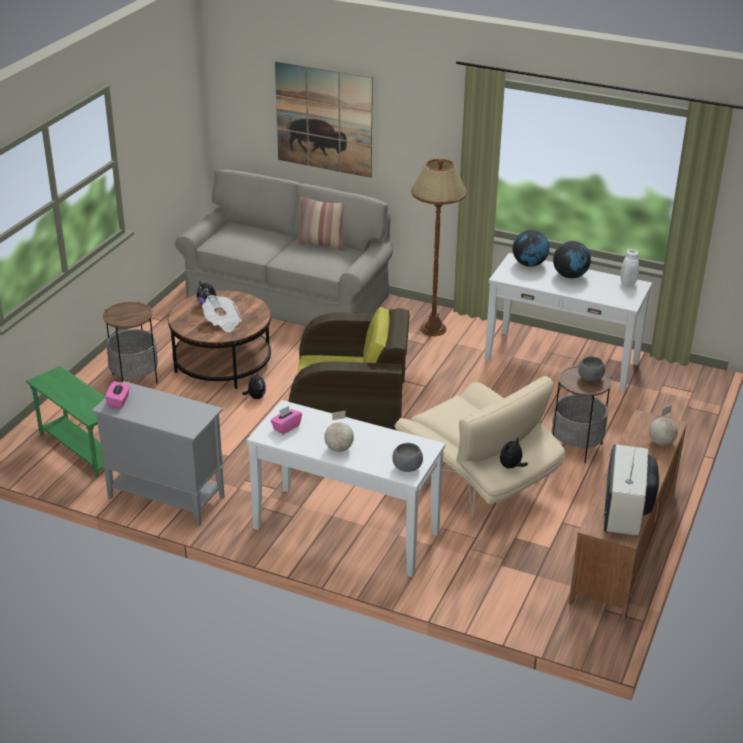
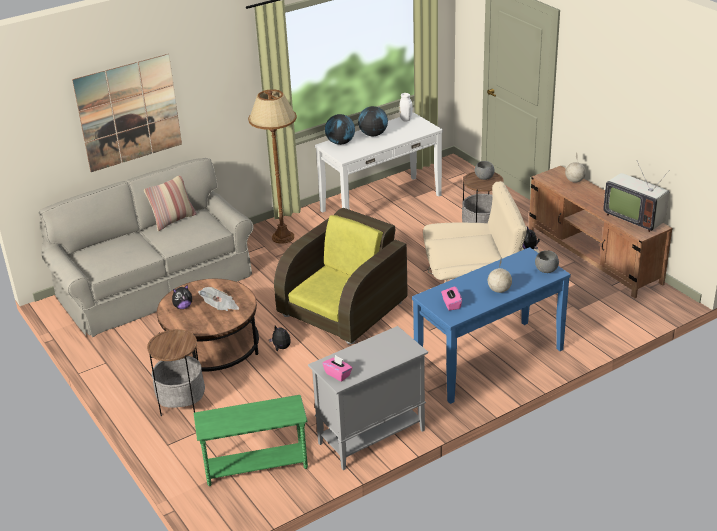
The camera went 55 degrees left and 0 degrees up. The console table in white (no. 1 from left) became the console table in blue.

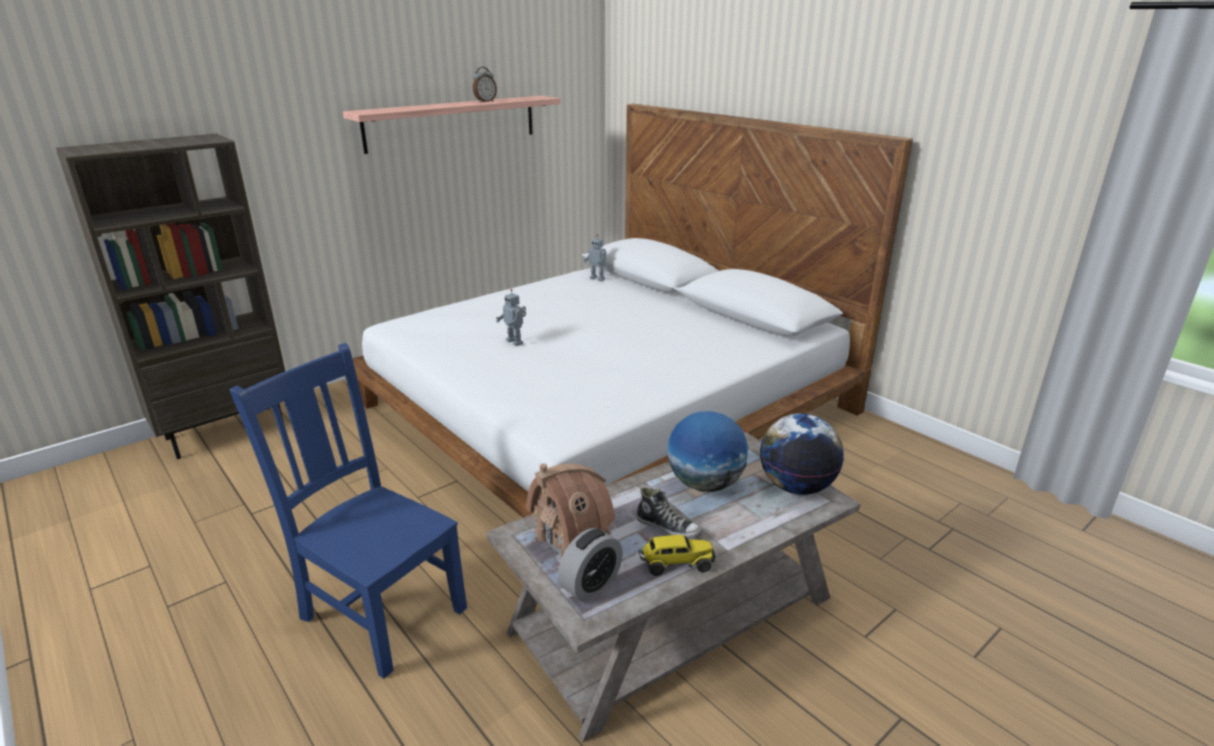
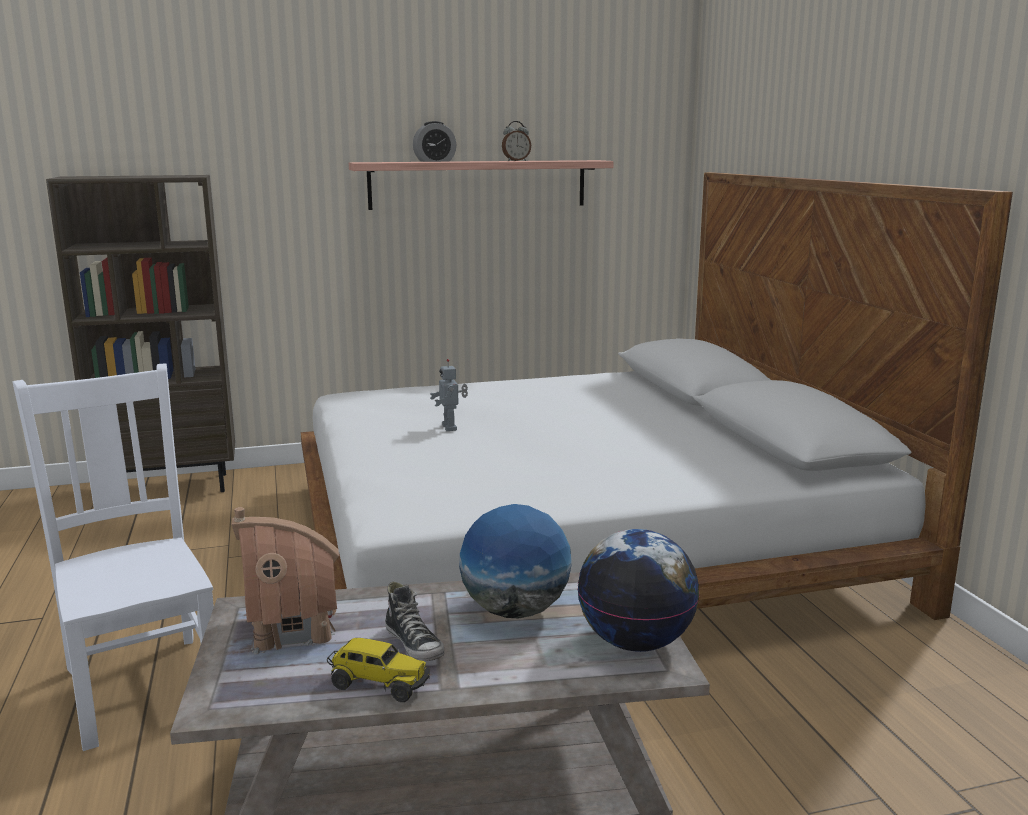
The camera went 25 degrees right and 10 degrees down. The toy robot (no. 2 from left) disappeared. The alarm clock (no. 2 from left in the first image) moved. The chair in blue became the chair in white.

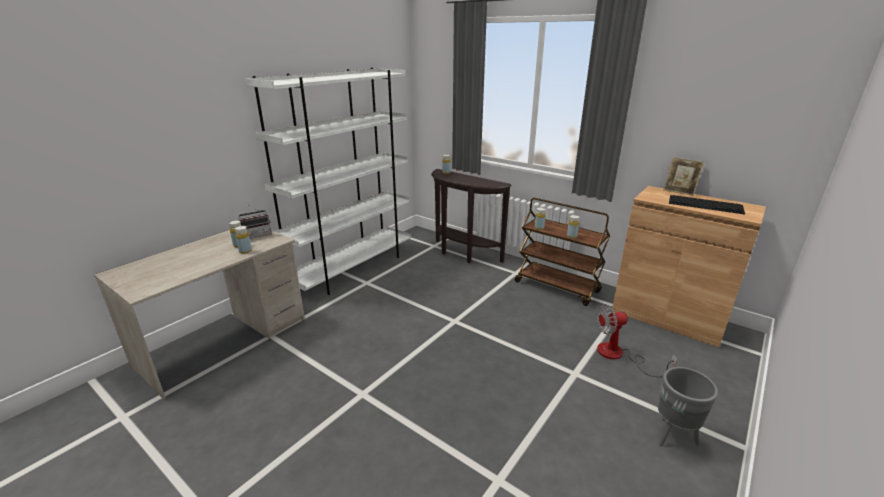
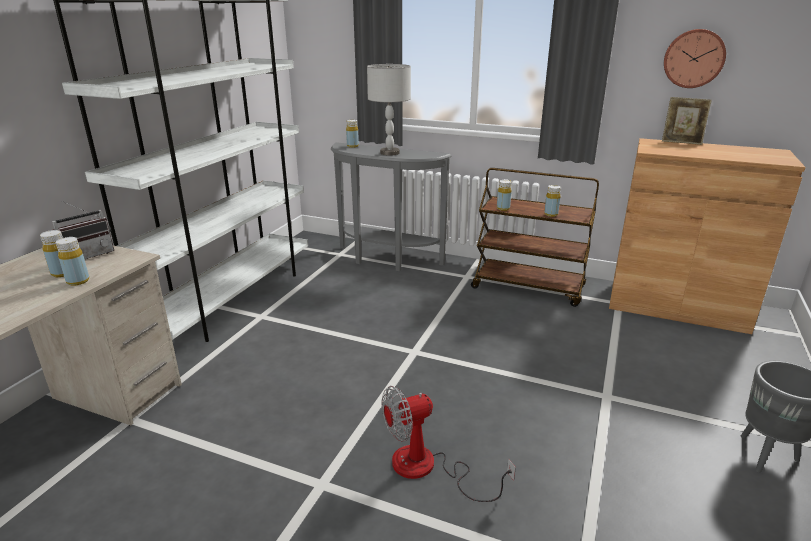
The camera went 15 degrees left and 0 degrees up. The keyboard disappeared. The table lamp in grey appeared. The wall clock appeared. The fan moved. The console table in brown became the console table in grey.

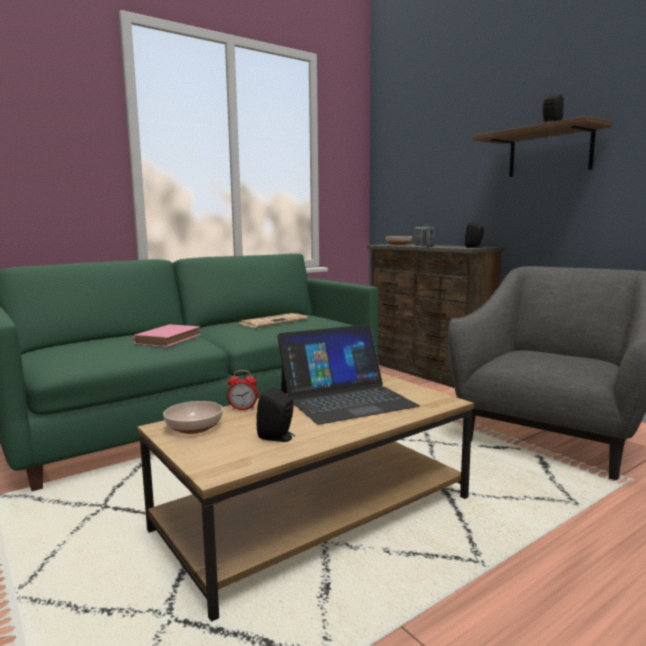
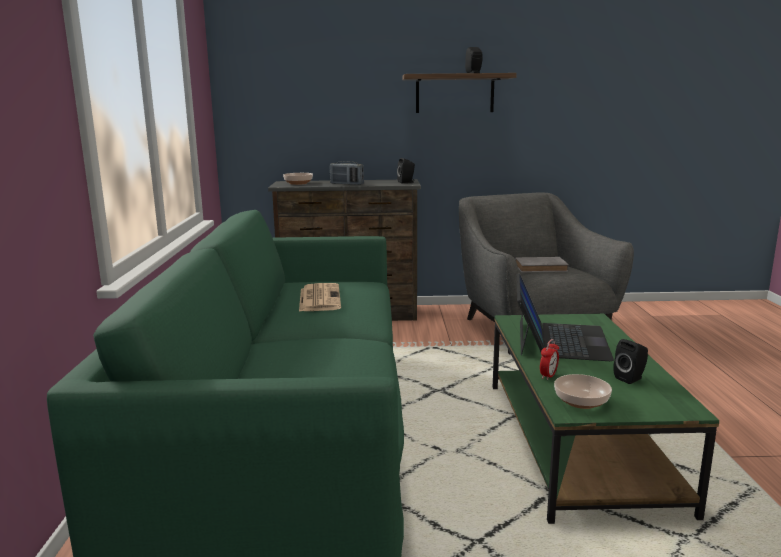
The camera went 55 degrees left and 5 degrees up. The book in pink disappeared. The book in grey appeared. The coffee table in brown became the coffee table in green.

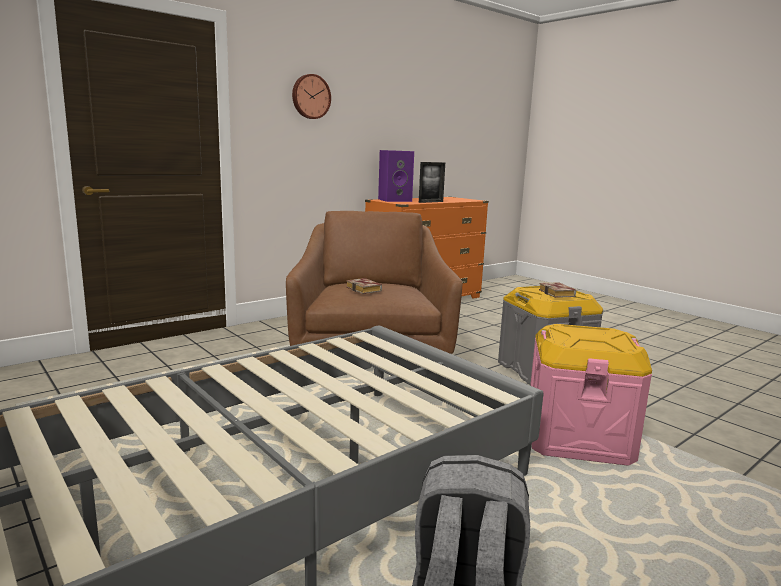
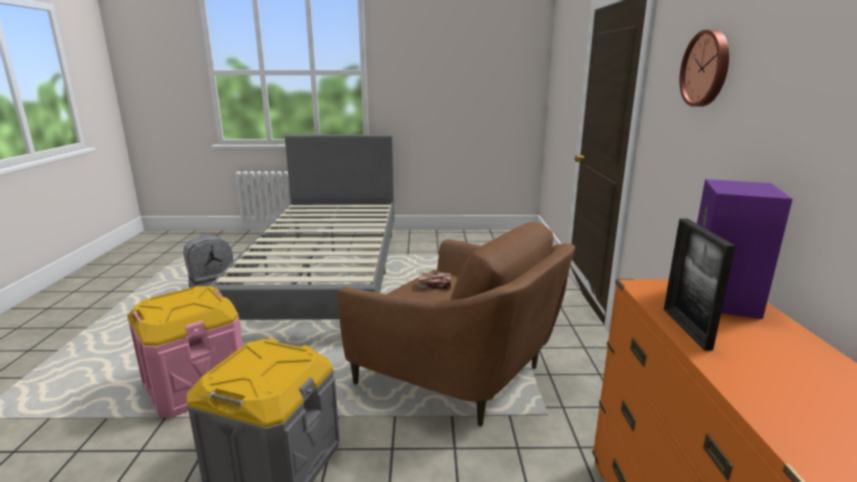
The camera went 130 degrees right and 5 degrees up. The book (no. 2 from left) disappeared.

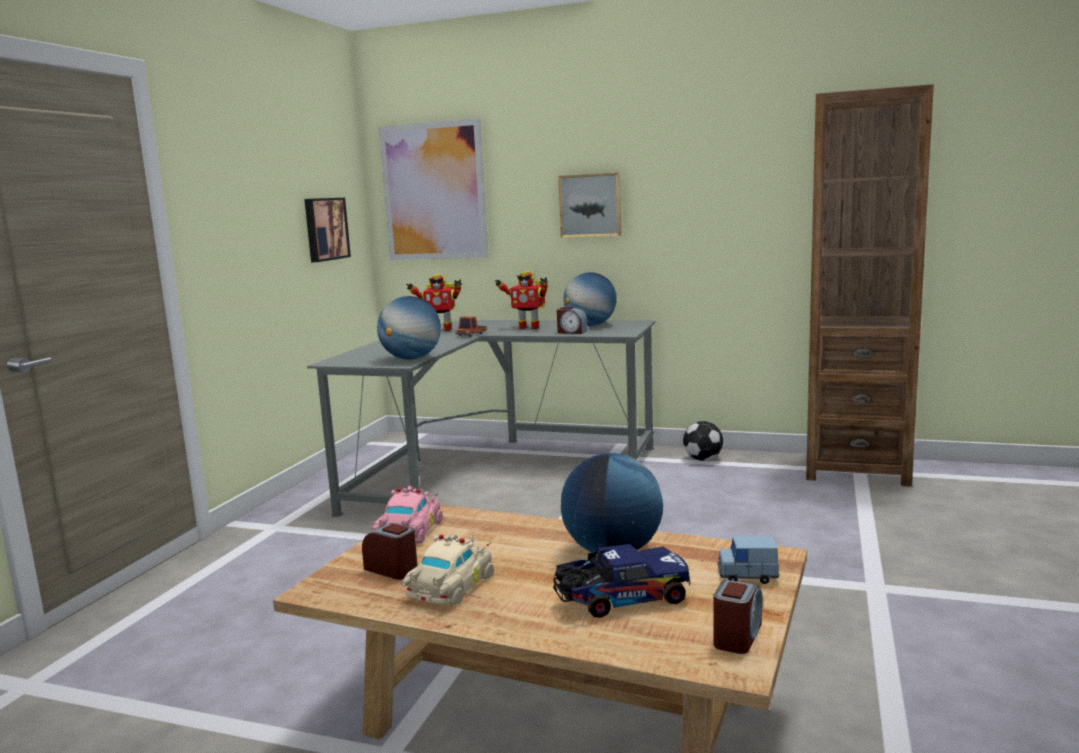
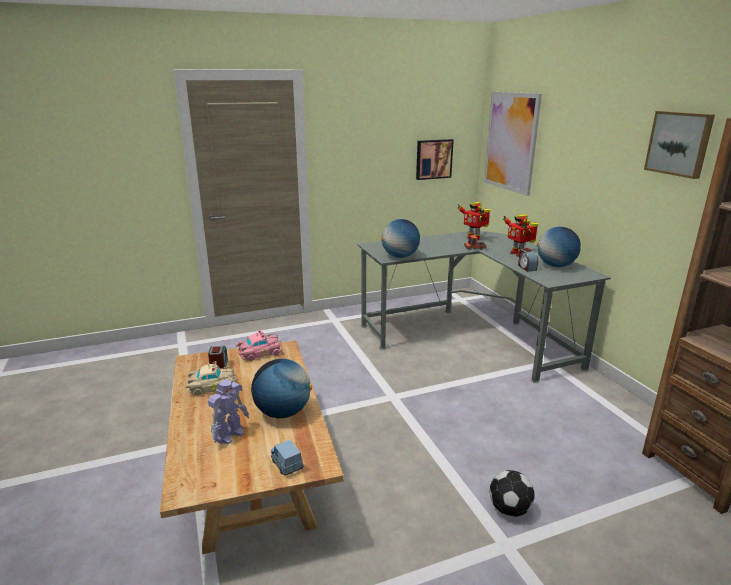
The camera went 50 degrees right and 10 degrees up. The alarm clock (no. 3 from left) disappeared. The picture (no. 3 from left) moved. The football moved. The toy truck (no. 2 from left) was replaced by the toy robot (no. 1 from left).

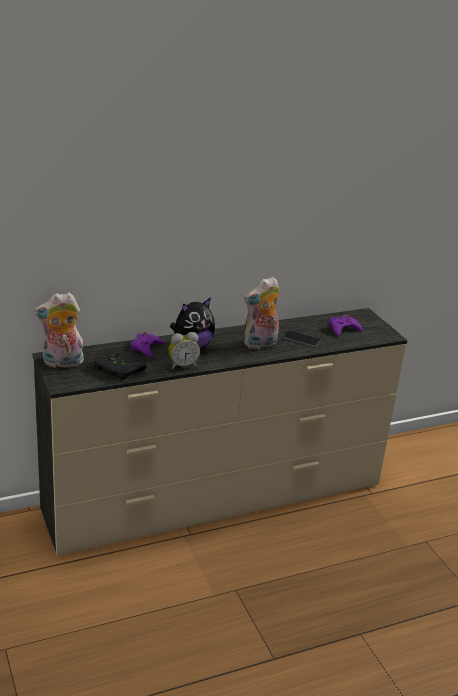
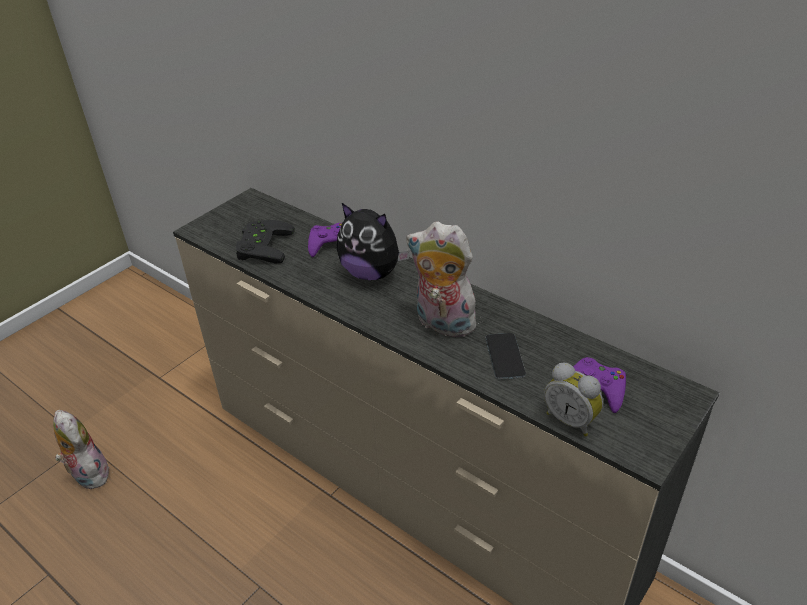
The camera went 65 degrees right and 10 degrees up. The plush toy (no. 1 from left) moved. The alarm clock moved.

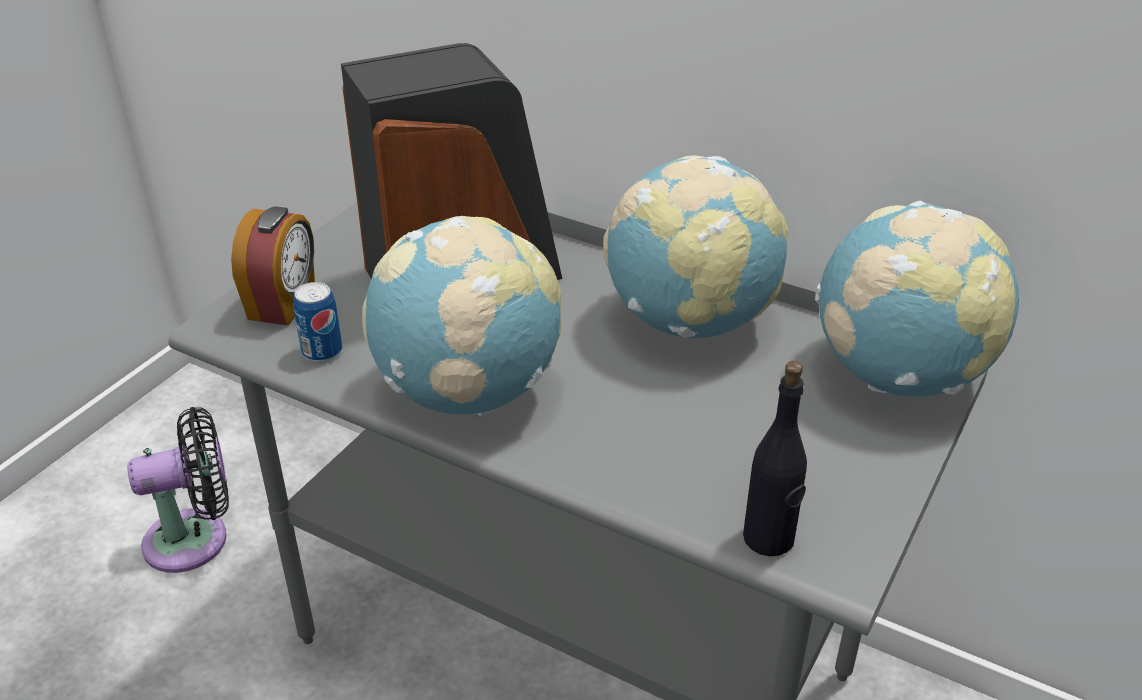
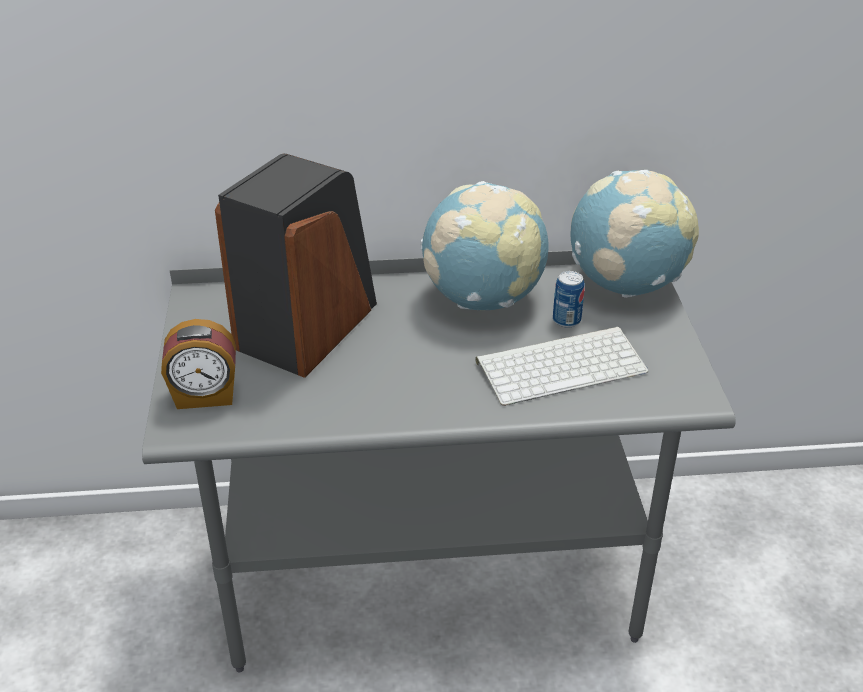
The camera went 35 degrees left and 0 degrees up. The fan in black disappeared. The globe (no. 1 from left) disappeared. The bottle in black disappeared. The keyboard appeared. The can moved. The alarm clock turned 105 degrees clockwise.

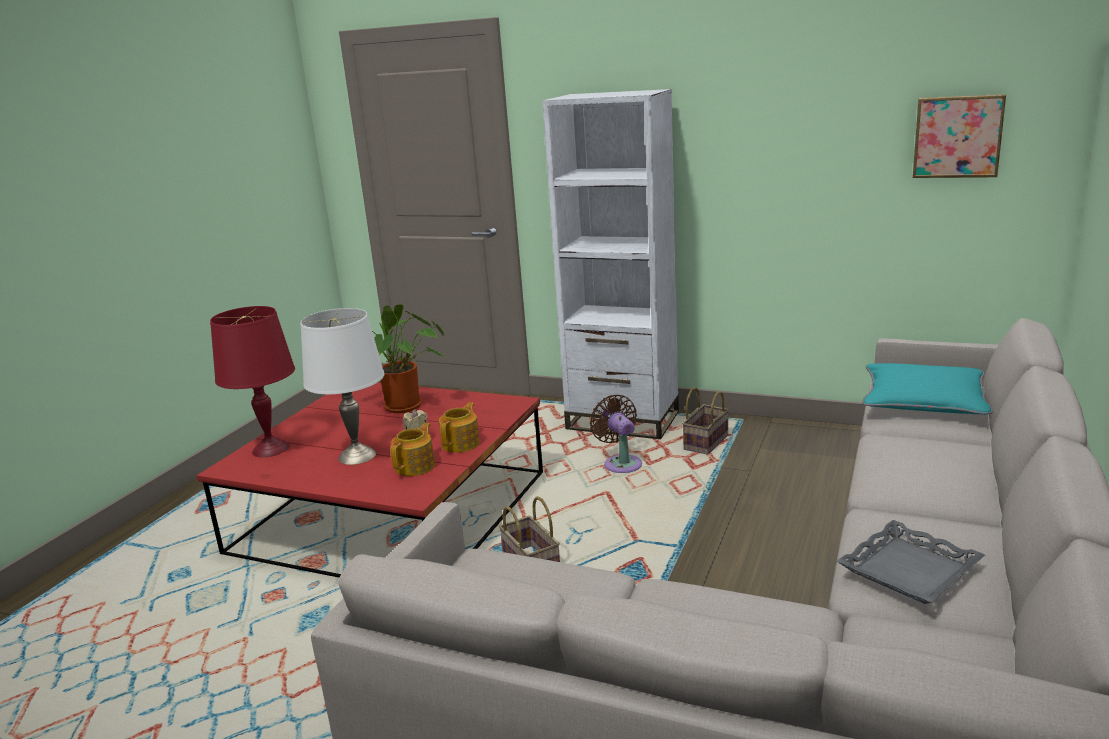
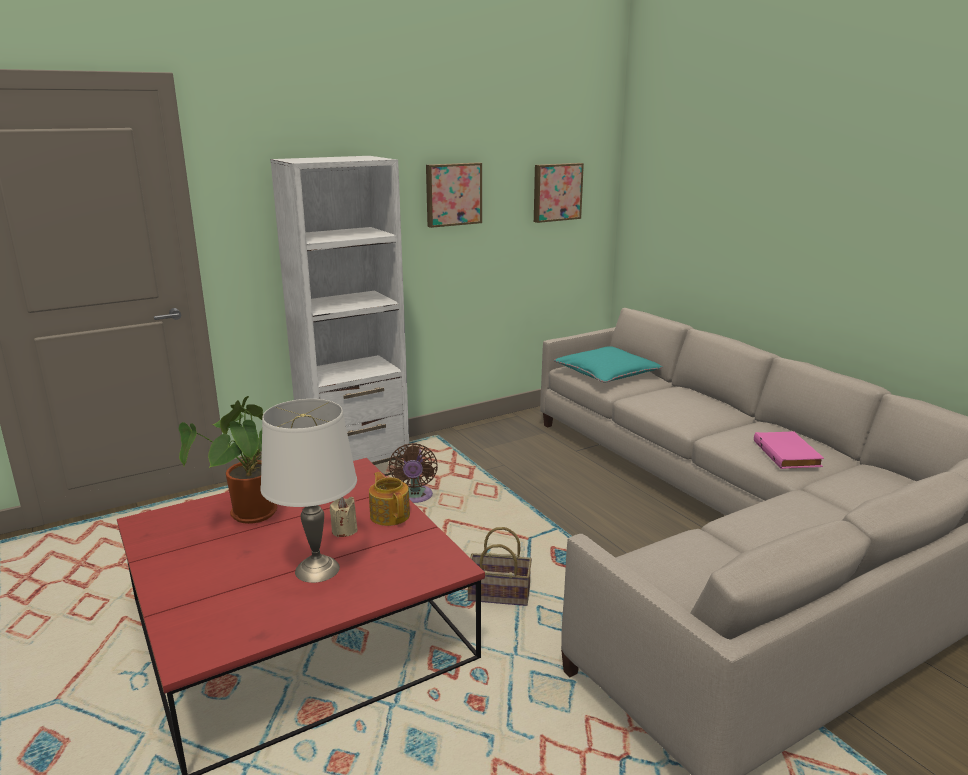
The camera went 55 degrees left and 0 degrees up. The table lamp in red disappeared. The teapot (no. 1 from left) disappeared. The basket (no. 2 from left) disappeared. The picture (no. 1 from left) appeared. The tray in grey was replaced by the book in pink. The fan in brown turned 105 degrees counterclockwise.

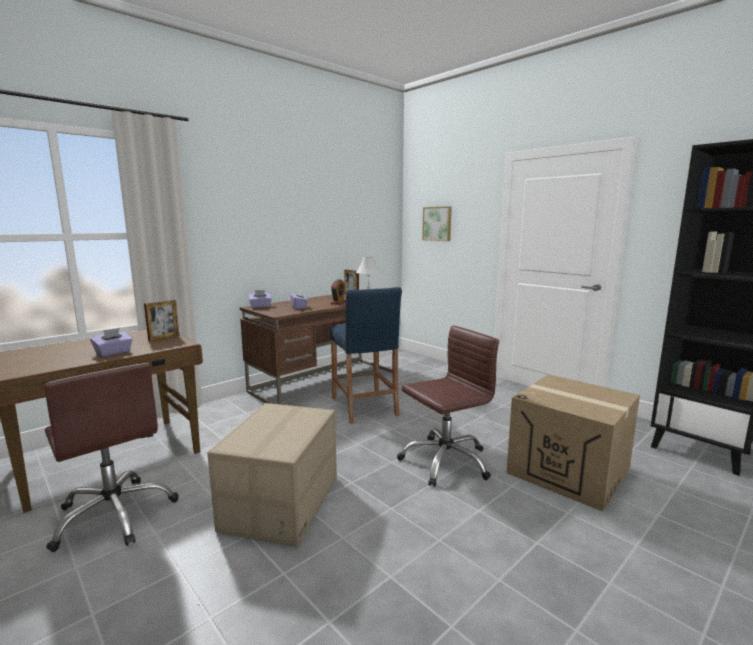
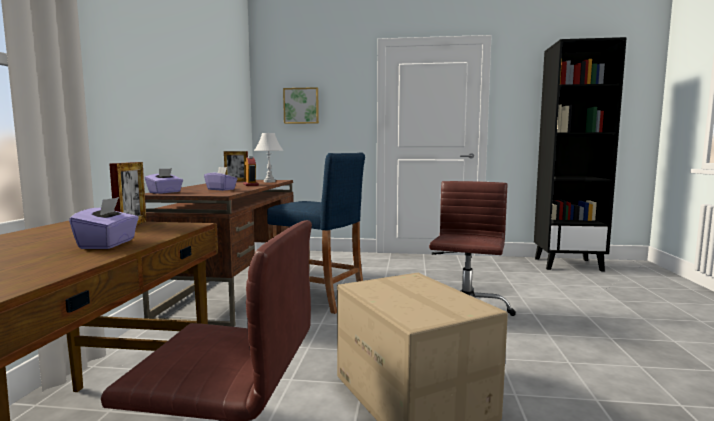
The camera went 40 degrees left and 5 degrees down. The cardboard box (no. 2 from left) disappeared.

